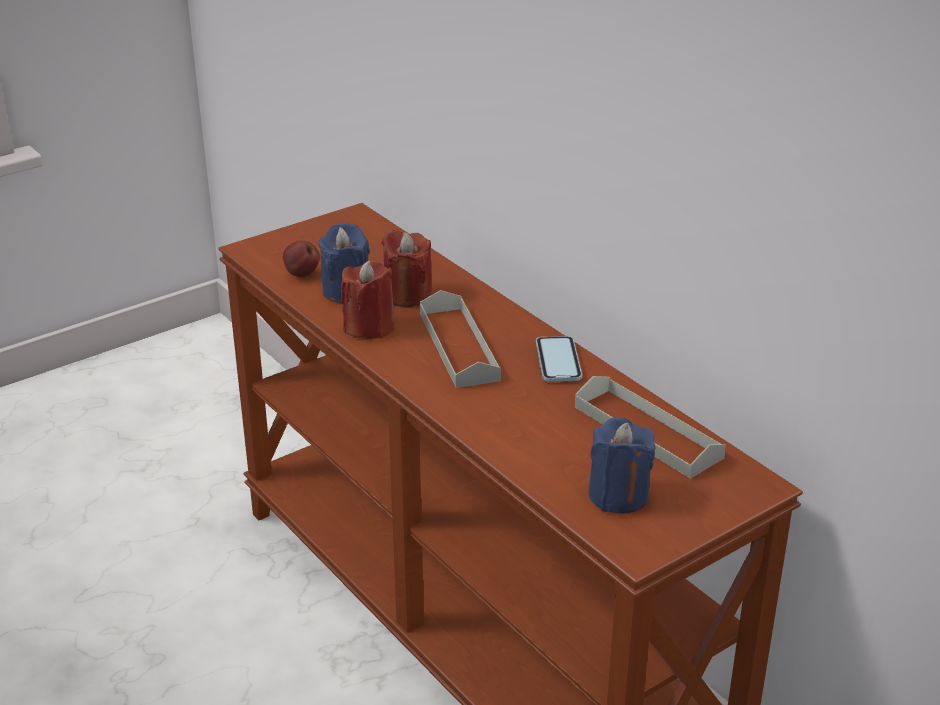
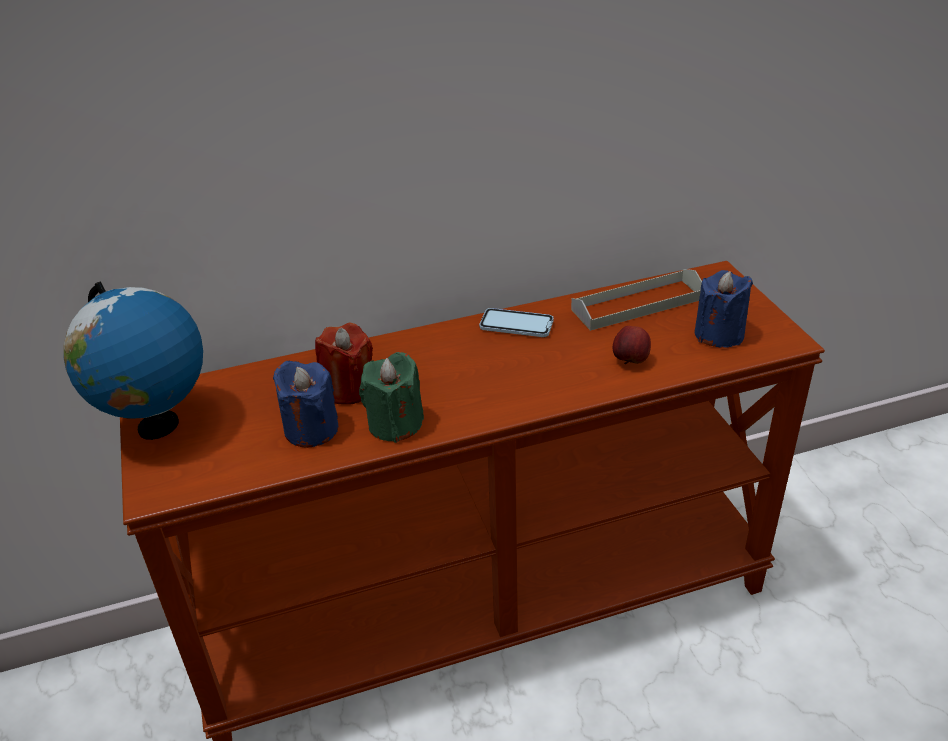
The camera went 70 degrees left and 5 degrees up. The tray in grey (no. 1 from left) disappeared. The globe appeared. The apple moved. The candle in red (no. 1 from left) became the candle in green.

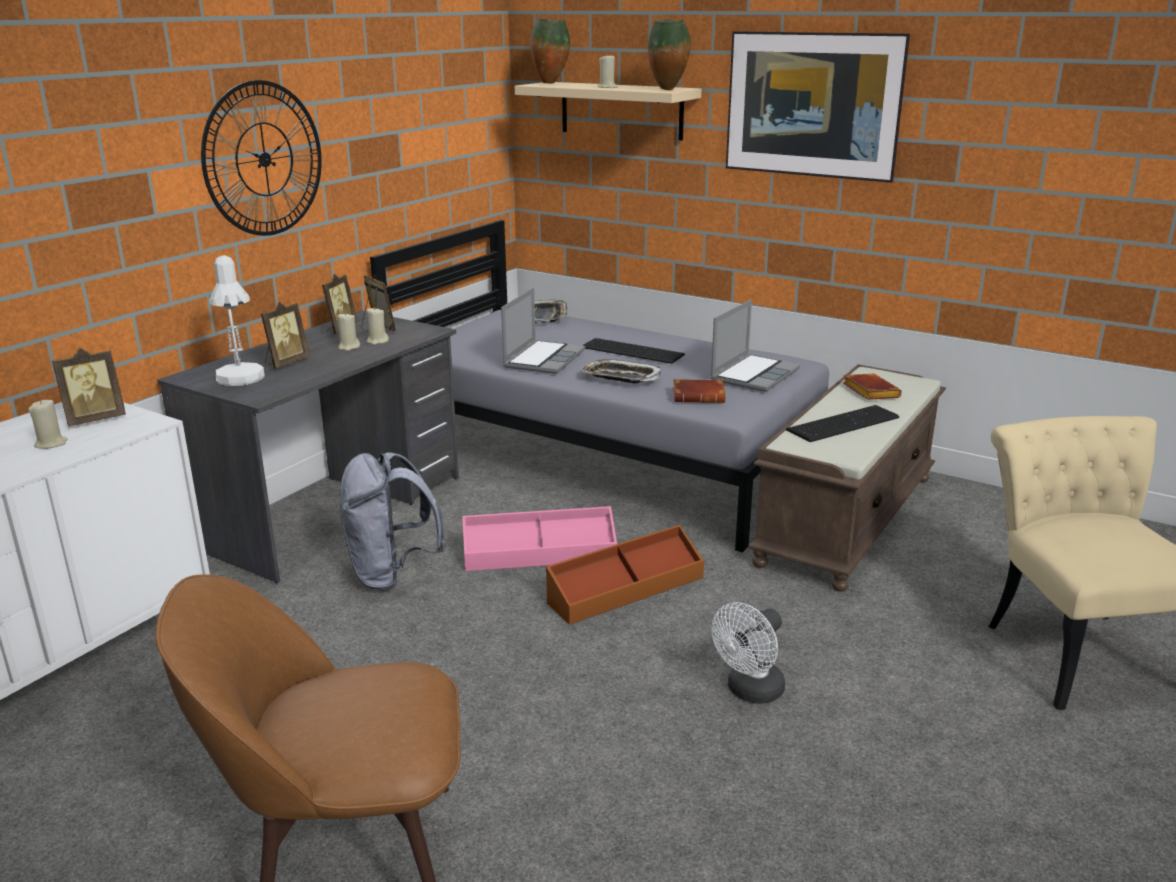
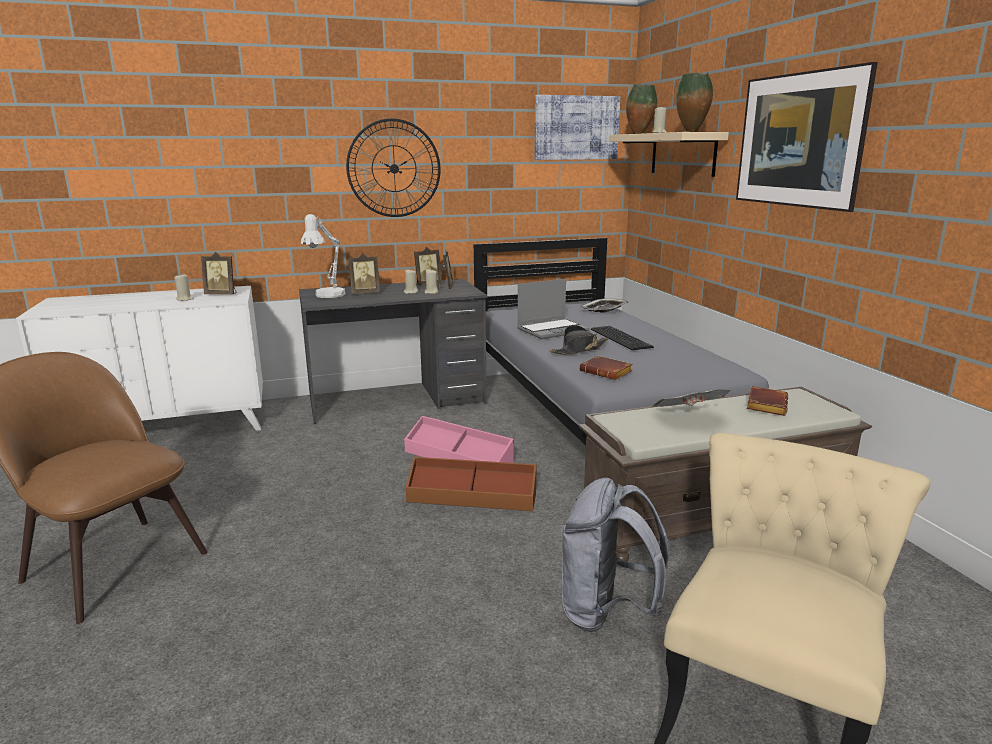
The camera went 40 degrees right and 5 degrees down. The laptop (no. 2 from left) disappeared. The fan in white disappeared. The picture (no. 1 from left) appeared. The backpack in grey moved. The tray (no. 2 from left) was replaced by the hat in black. The keyboard (no. 2 from left) was replaced by the newspaper.

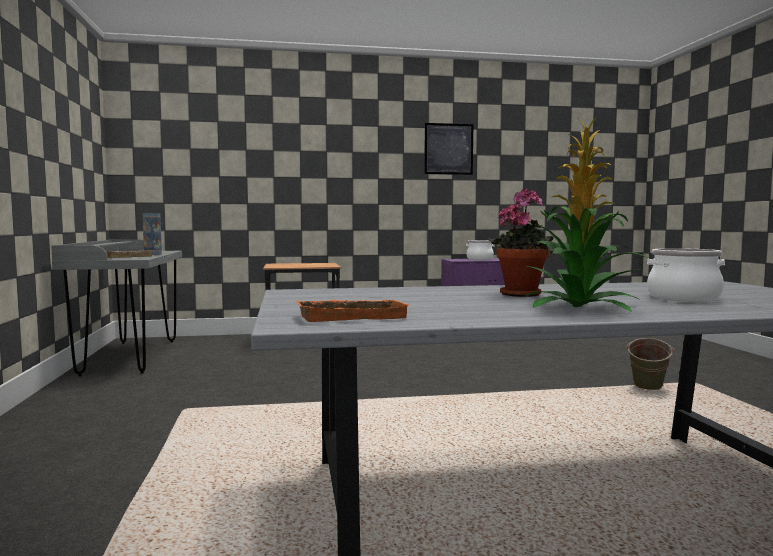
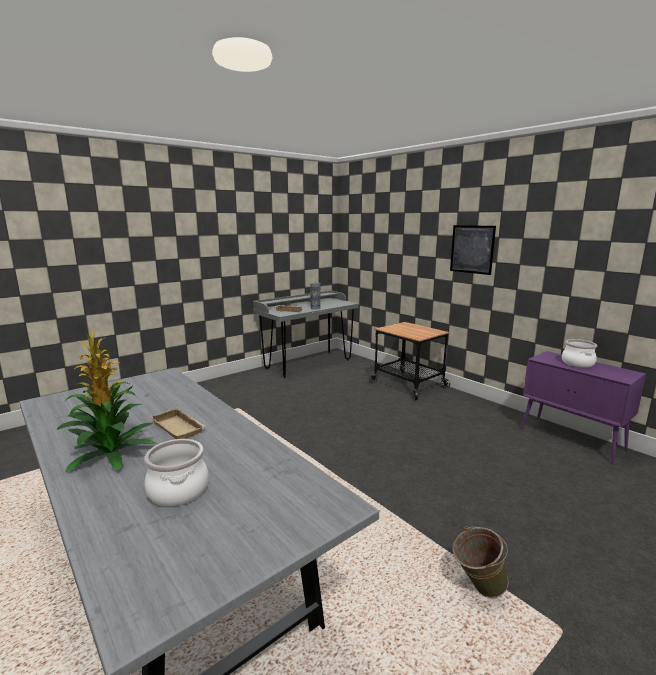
The camera went 60 degrees right and 10 degrees up. The tray in orange disappeared. The picture moved. The potted plant (no. 1 from left) was replaced by the tray in beige (no. 1 from left).

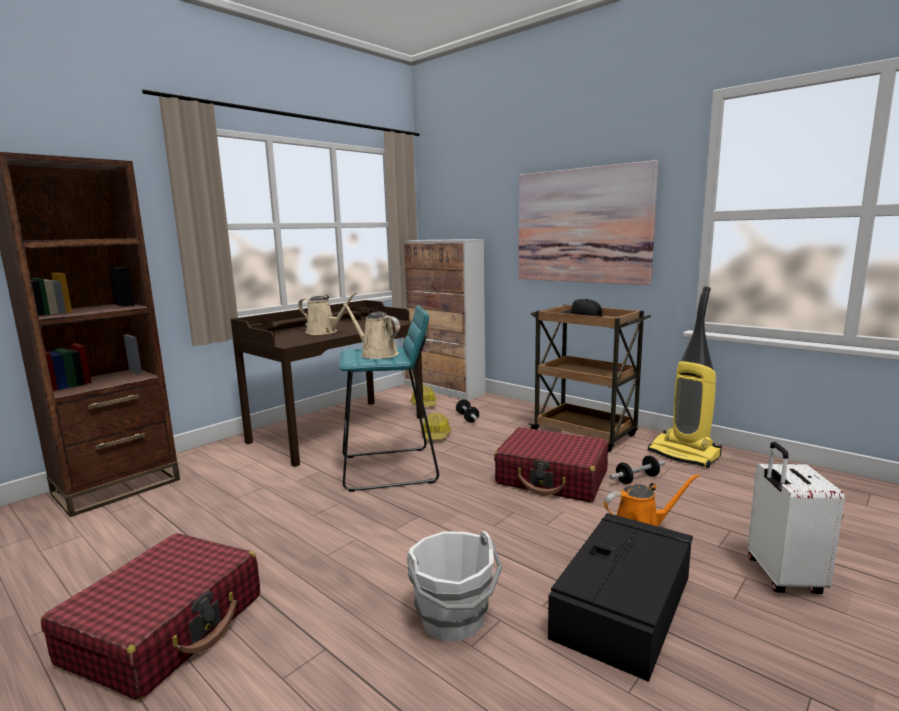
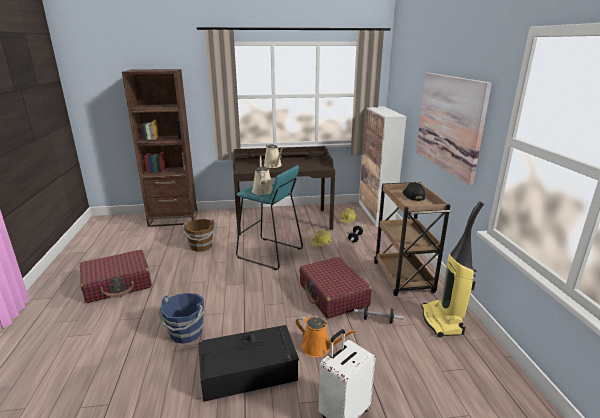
The camera went 40 degrees right and 10 degrees up. The bucket in brown appeared. The bucket in white became the bucket in blue.

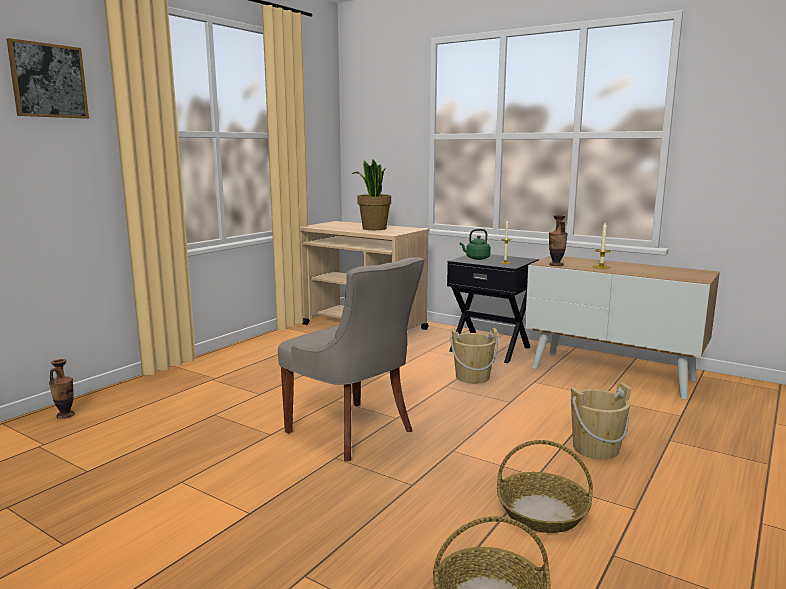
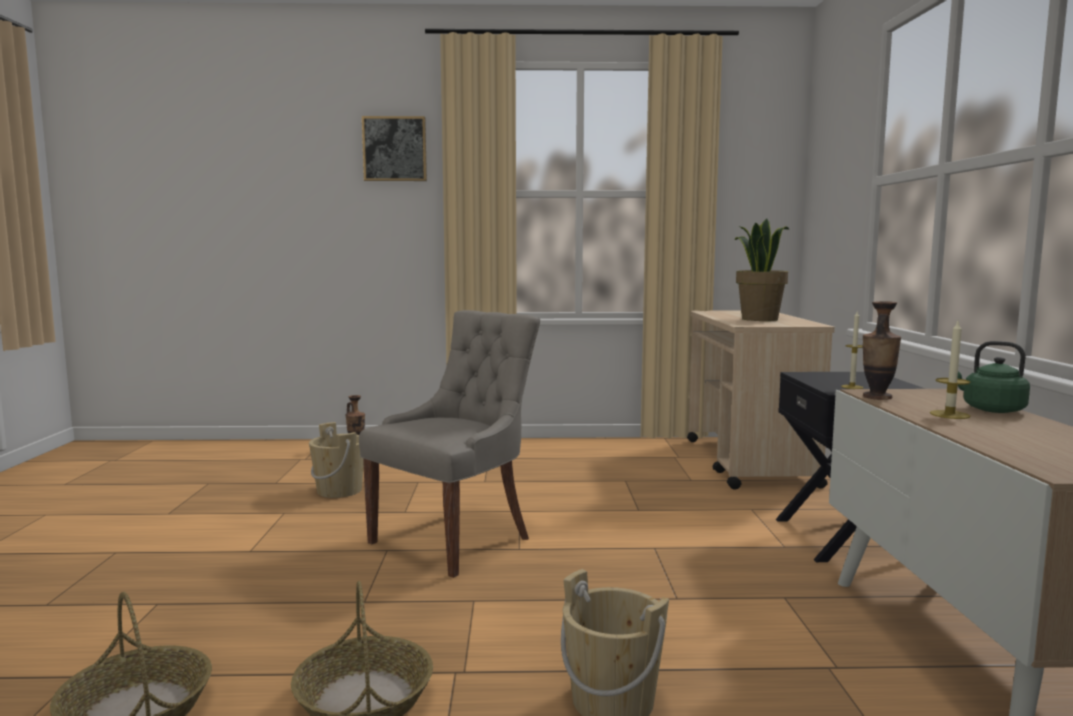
The camera went 55 degrees right and 5 degrees down. The bucket in beige (no. 1 from left) moved. The kettle in green moved. The chair in grey turned 150 degrees counterclockwise.

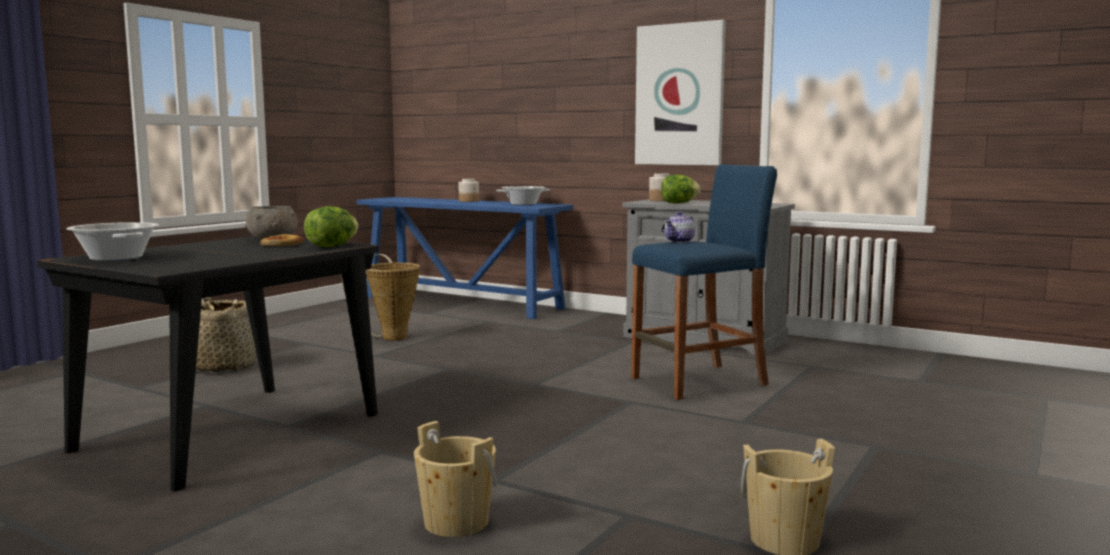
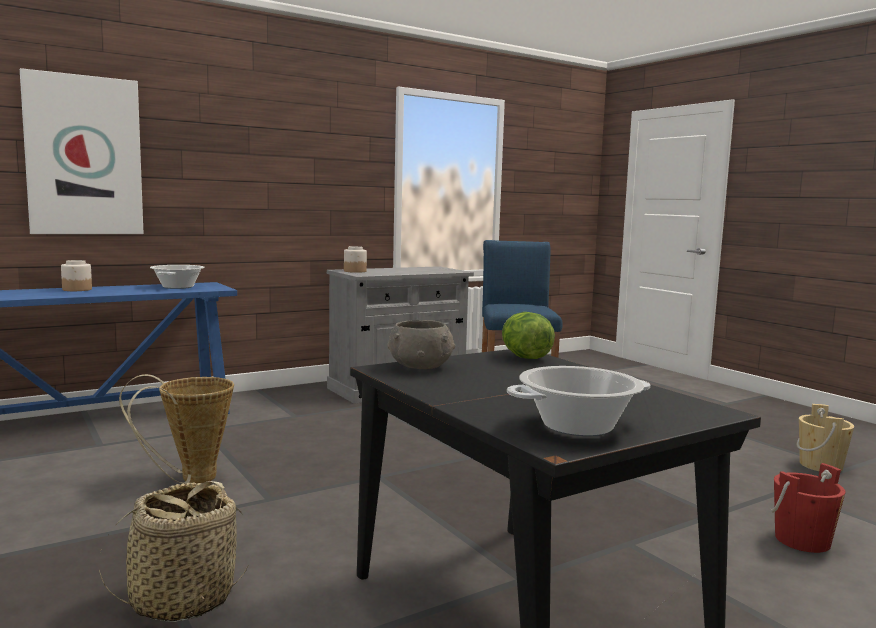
The camera went 65 degrees left and 0 degrees up. The bread disappeared. The lettuce (no. 2 from left) disappeared. The teapot disappeared. The picture moved. The bucket in beige (no. 1 from left) became the bucket in red.

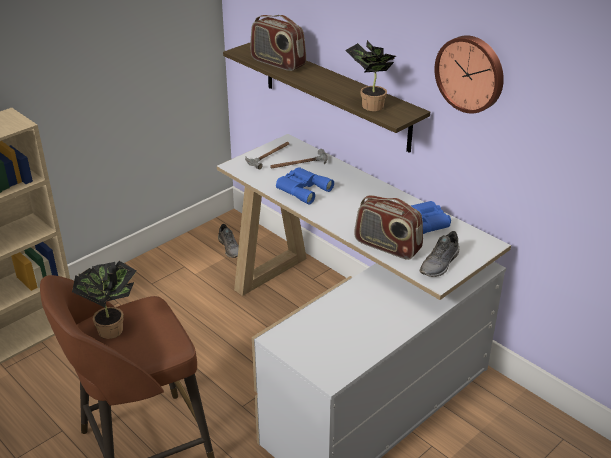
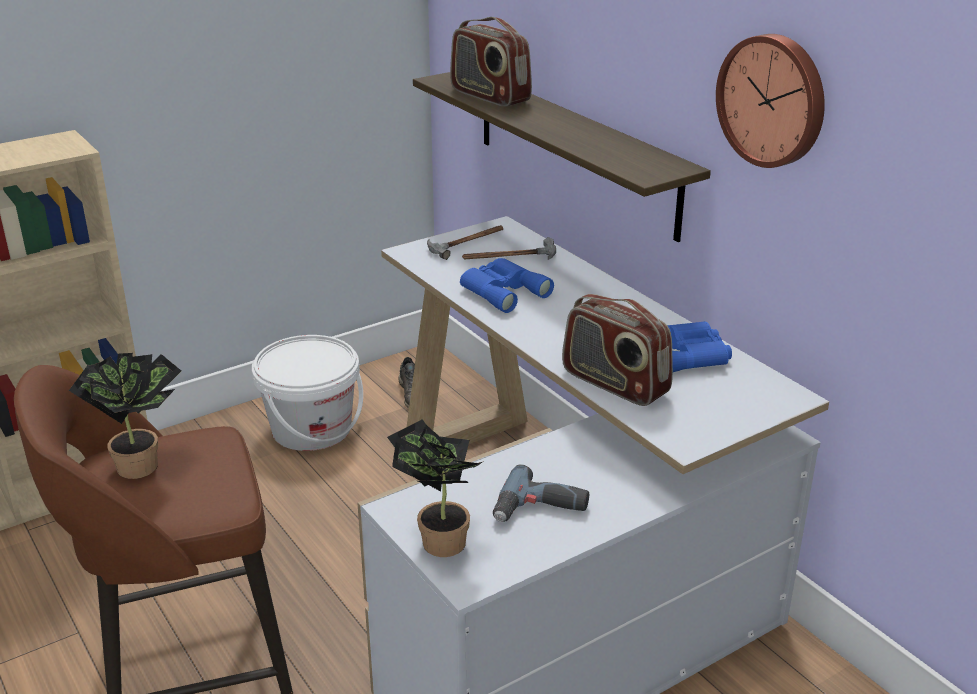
The camera went 10 degrees right and 5 degrees down. The shoe in grey (no. 2 from left) disappeared. The bucket in white appeared. The power drill appeared. The potted plant (no. 2 from left) moved.

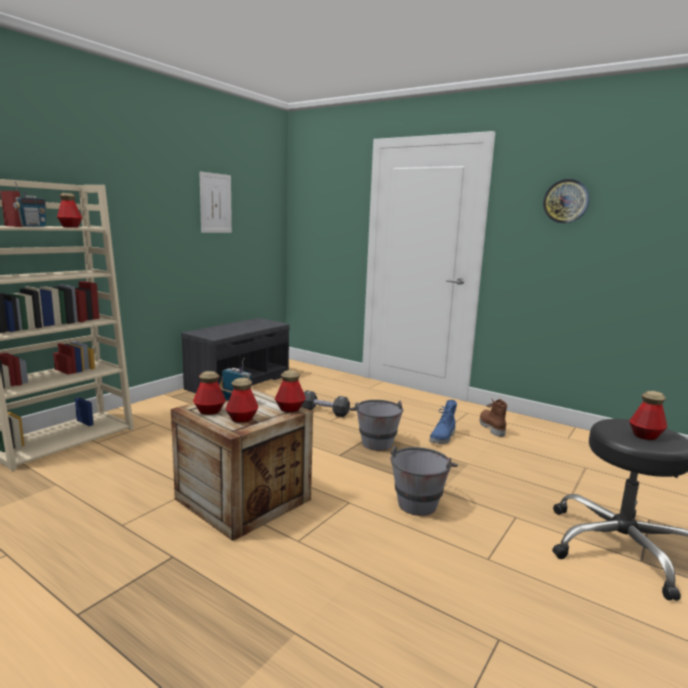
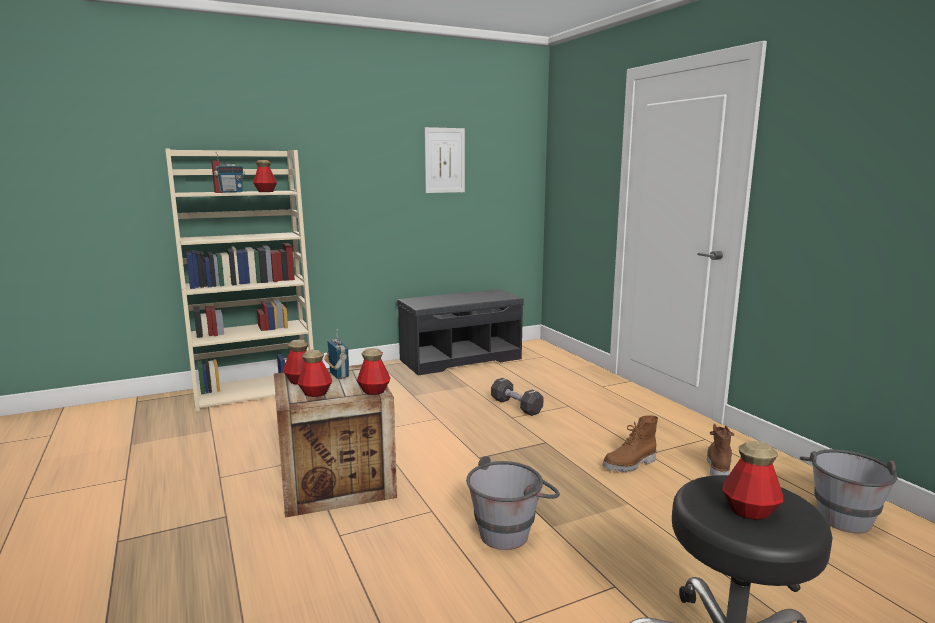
The camera went 30 degrees right and 0 degrees up. The wall clock disappeared. The bucket in grey (no. 1 from left in the first image) moved. The boot in blue became the boot in brown (no. 1 from left).

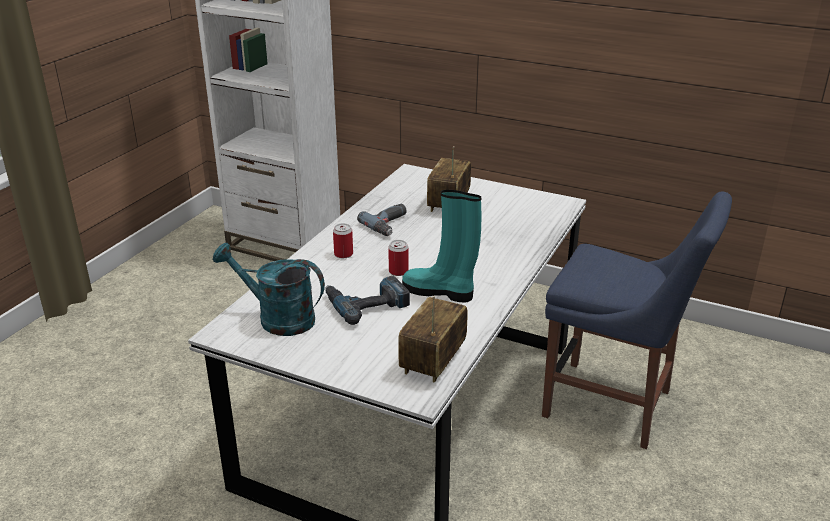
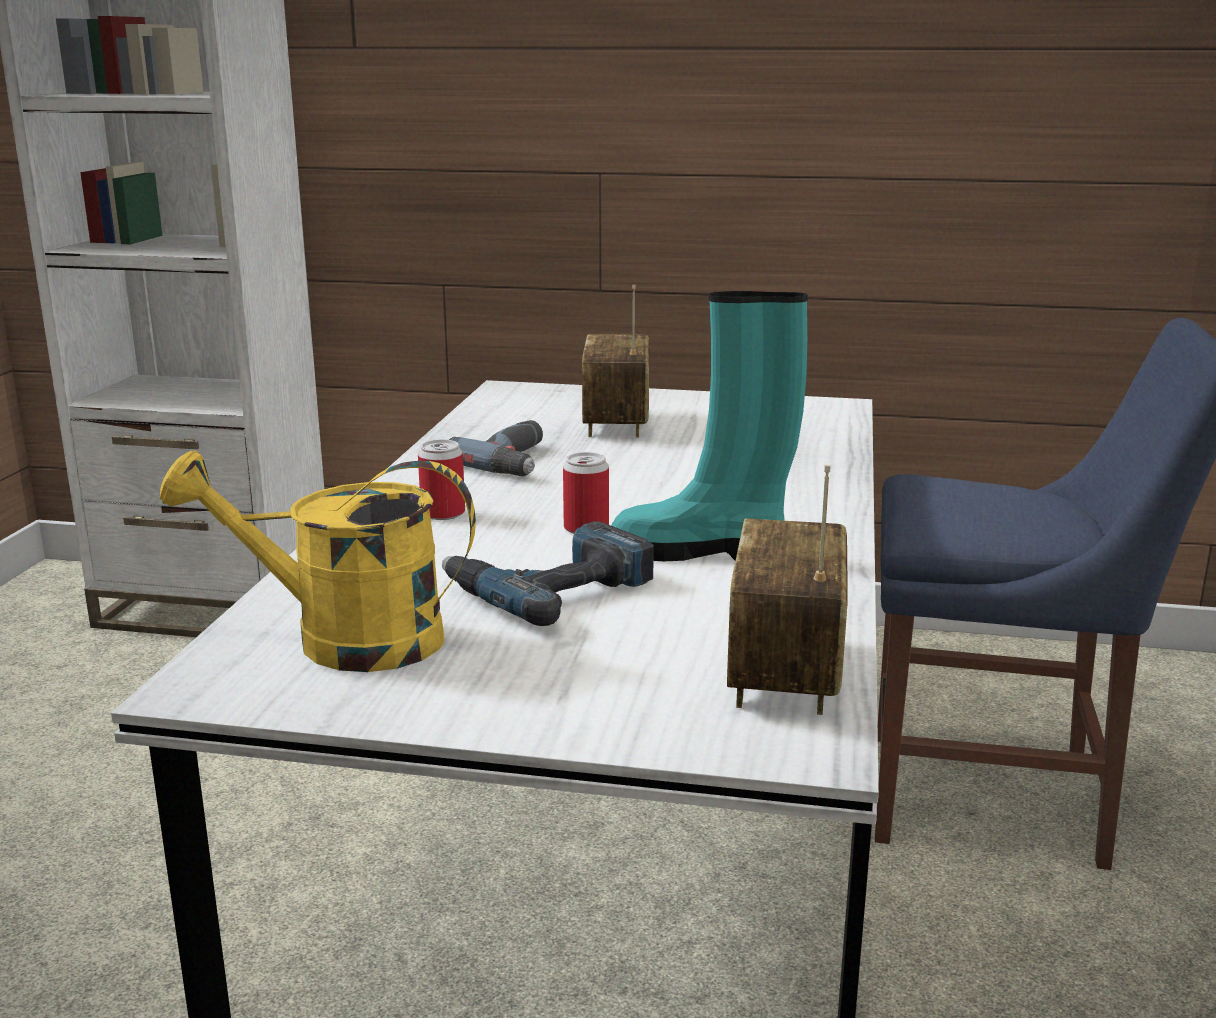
The camera went 15 degrees left and 10 degrees down. The watering can in turquoise became the watering can in yellow.

